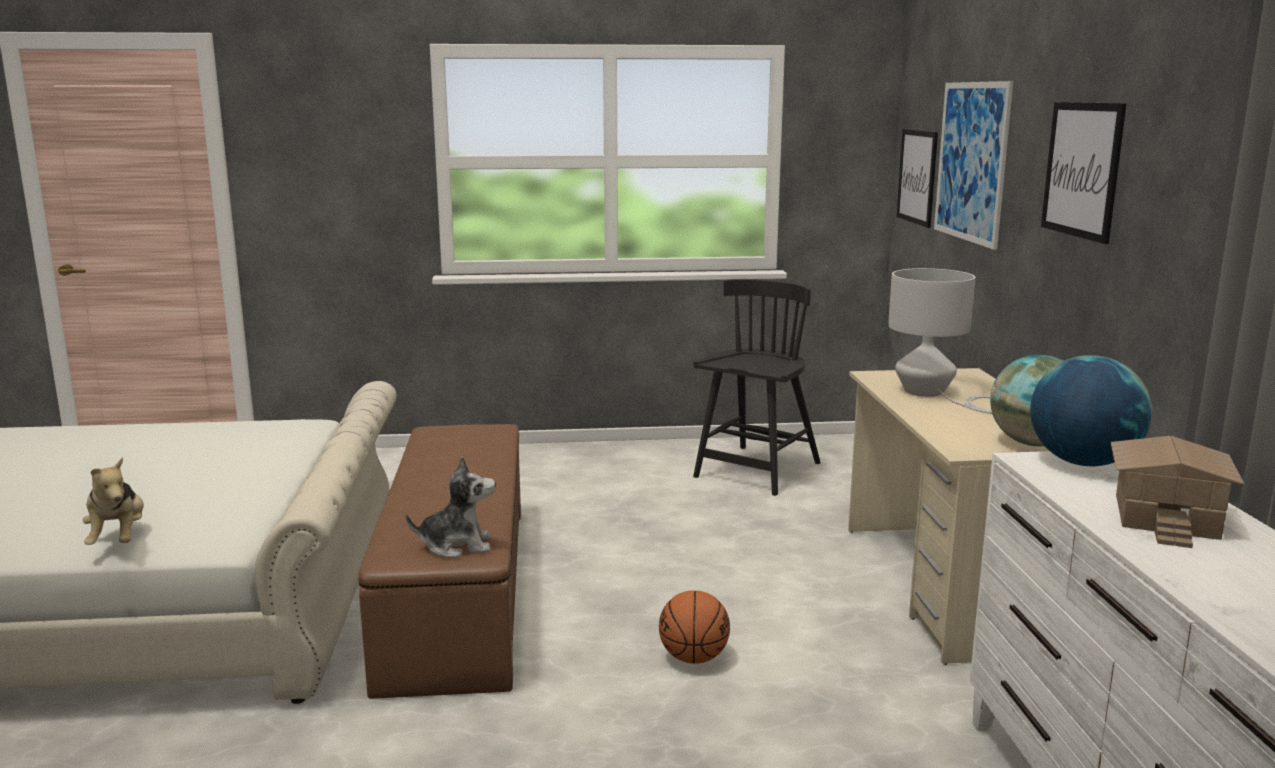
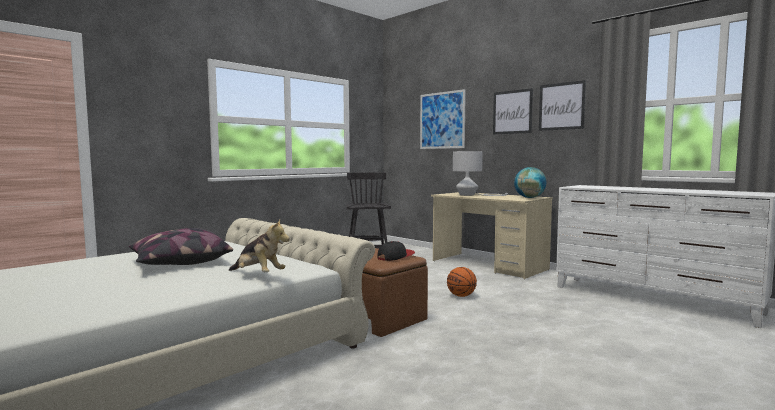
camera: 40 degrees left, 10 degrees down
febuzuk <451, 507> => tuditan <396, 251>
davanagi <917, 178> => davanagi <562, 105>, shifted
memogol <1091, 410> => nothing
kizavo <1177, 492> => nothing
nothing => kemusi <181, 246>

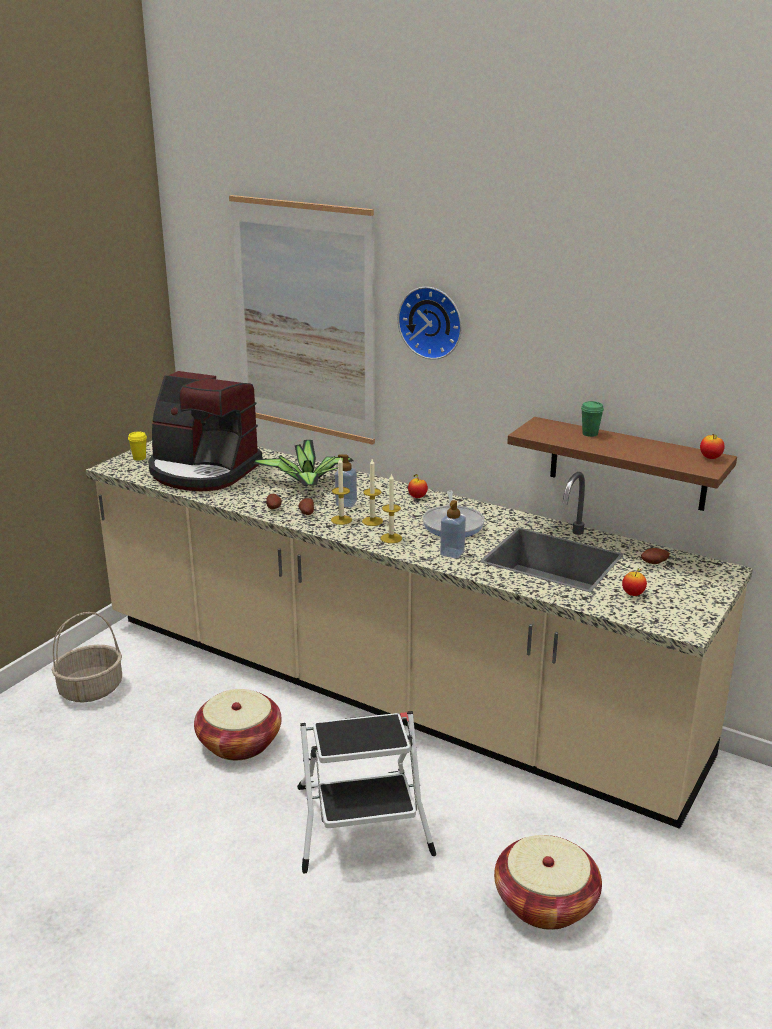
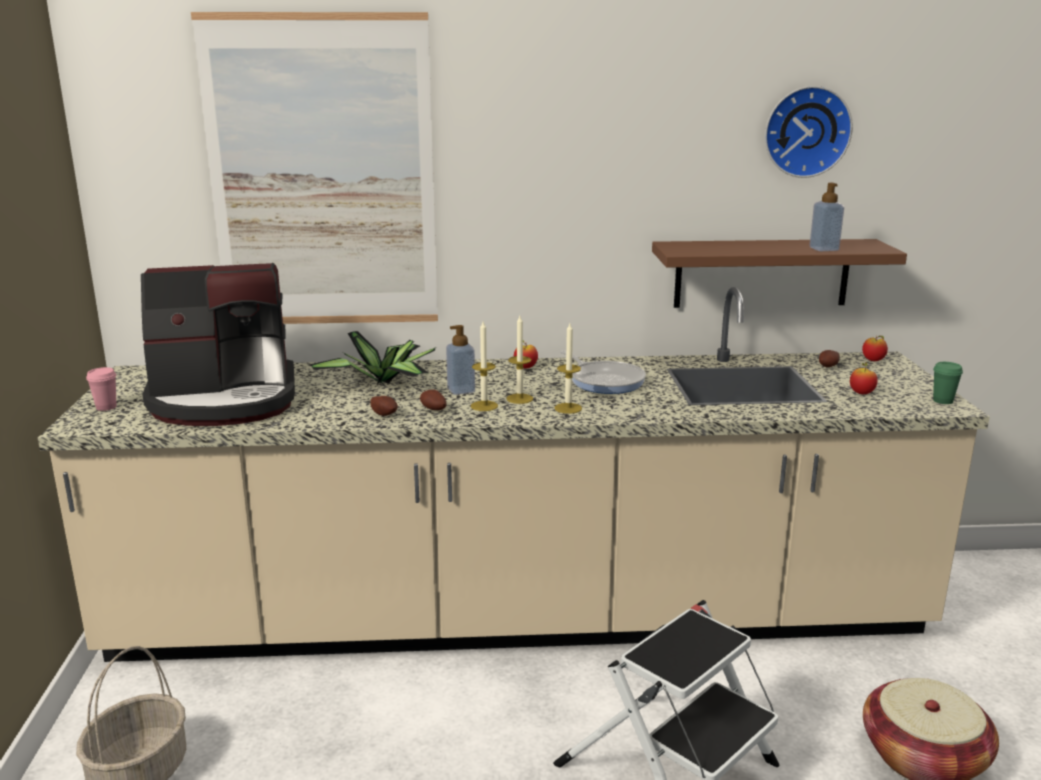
camera: 35 degrees left, 5 degrees down
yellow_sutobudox <137, 446> => pink_sutobudox <101, 389>
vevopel <238, 724> => nothing
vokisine <430, 323> => vokisine <809, 132>, shifted
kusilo <453, 529> => kusilo <826, 217>, shifted
green_sutobudox <592, 419> => green_sutobudox <948, 383>, shifted
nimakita <712, 446> => nimakita <875, 348>, shifted

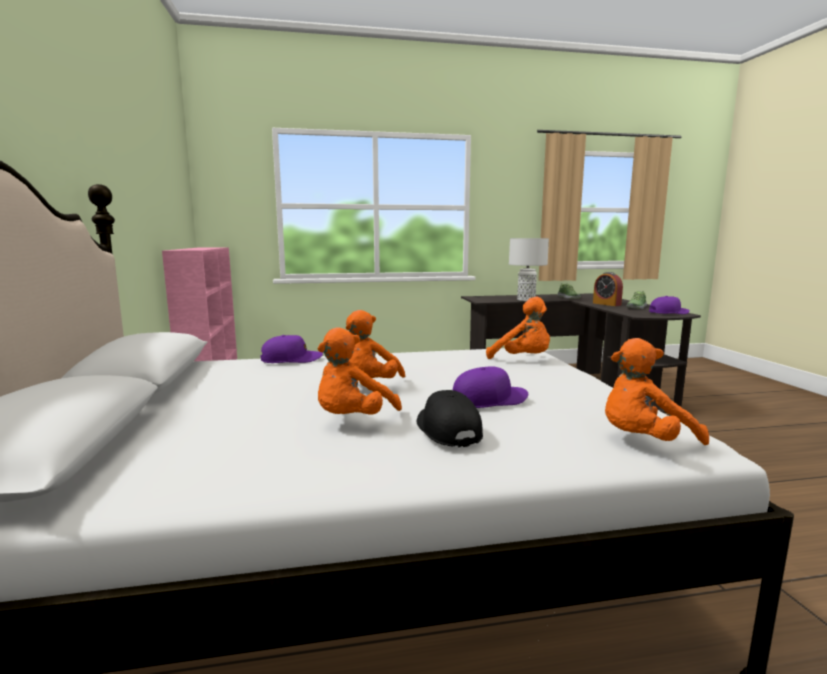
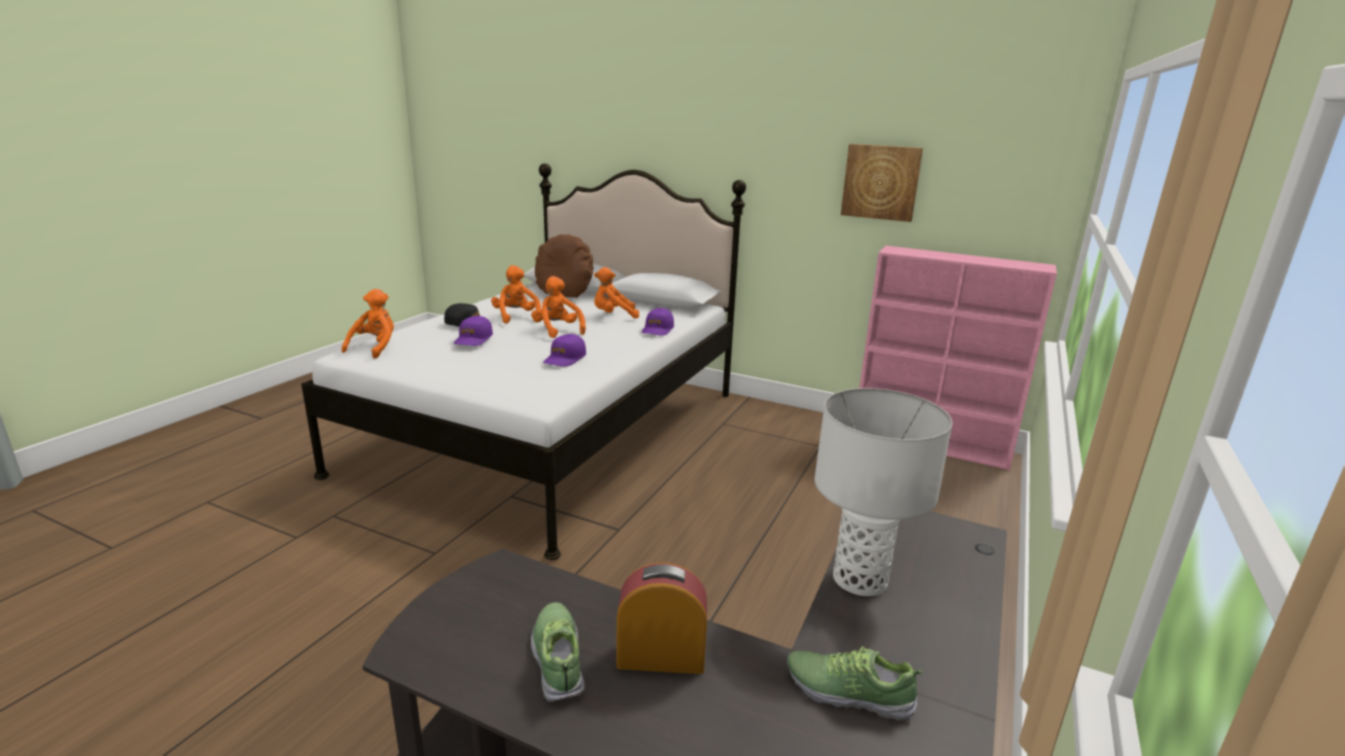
camera: 125 degrees right, 10 degrees up
orange_febuzuk <518, 328> => orange_febuzuk <616, 293>, shifted
purple_tuditan <669, 305> => purple_tuditan <564, 350>, shifted
nothing => brown_kemusi <564, 266>
nothing => davanagi <882, 183>

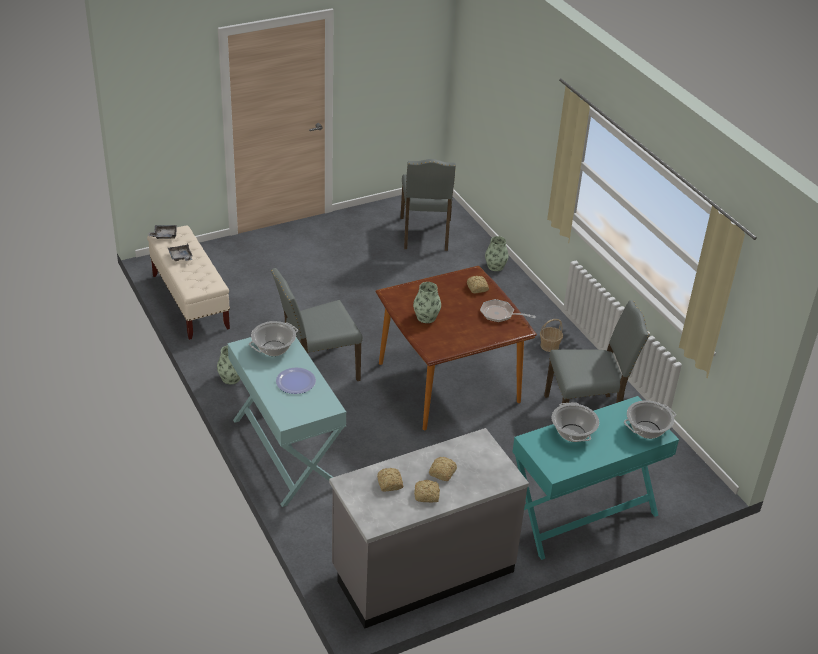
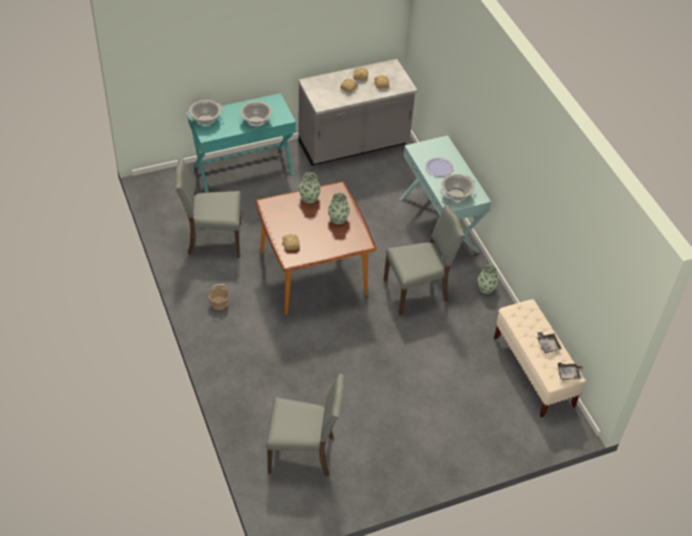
camera: 175 degrees left, 10 degrees up
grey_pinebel <428, 205> => grey_pinebel <305, 425>, 90 degrees clockwise
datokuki <508, 310> => nothing
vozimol <497, 253> => vozimol <310, 188>, shifted

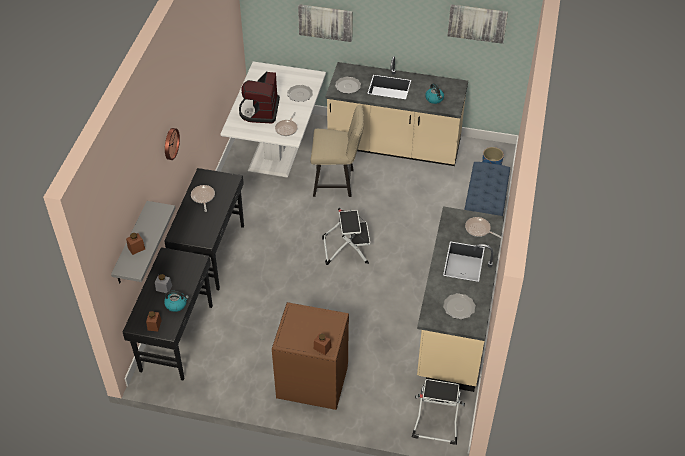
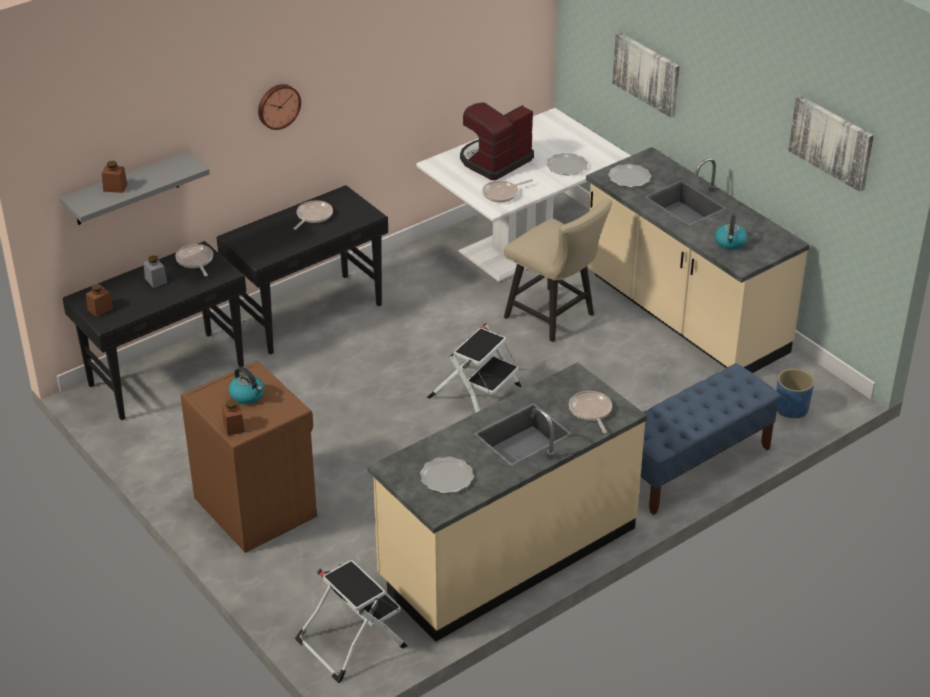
camera: 40 degrees right, 10 degrees down
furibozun <176, 301> => furibozun <246, 385>, shifted
nothing => datokuki <194, 260>

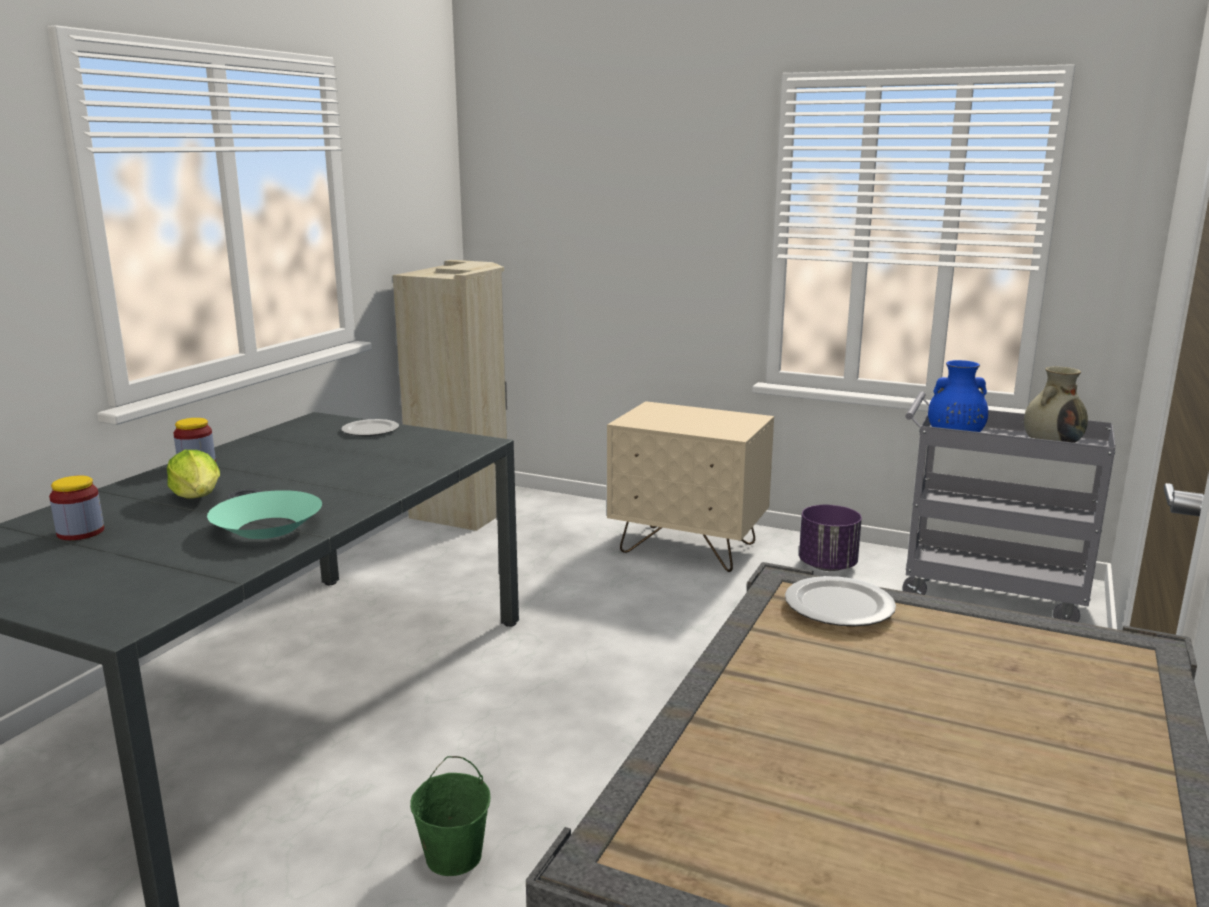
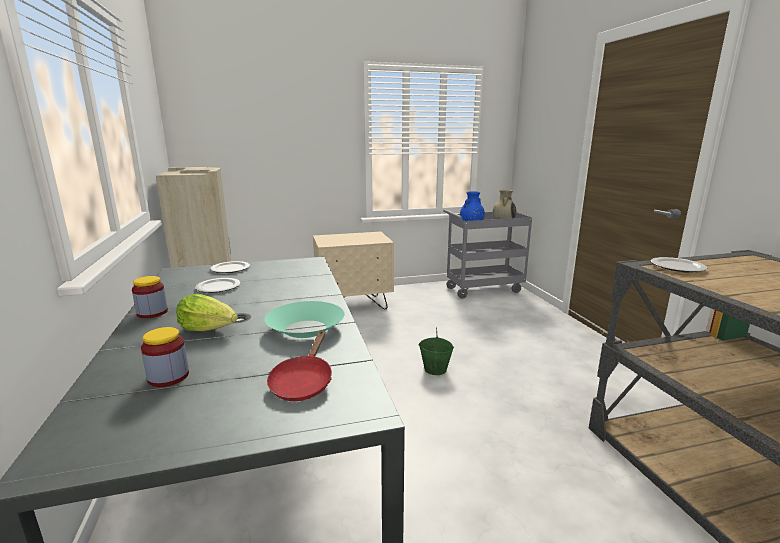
camera: 40 degrees left, 0 degrees up
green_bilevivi <450, 816> => green_bilevivi <436, 351>, shifted
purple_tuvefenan <830, 538> => nothing
nothing => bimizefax <217, 285>
nothing => red_datokuki <299, 366>

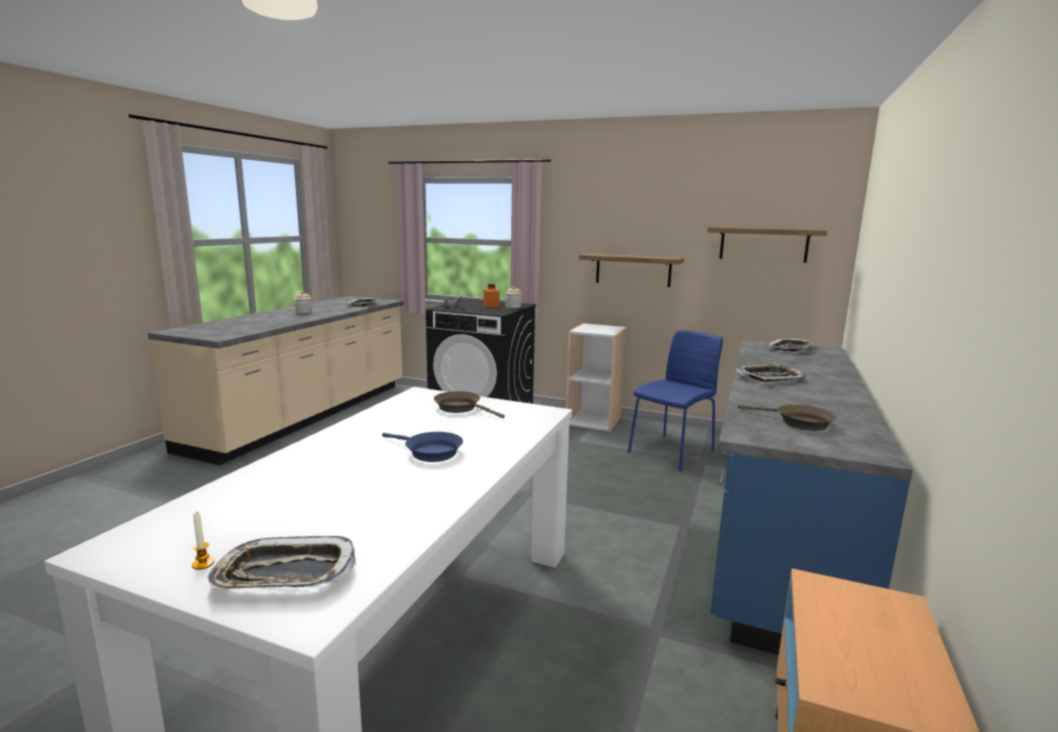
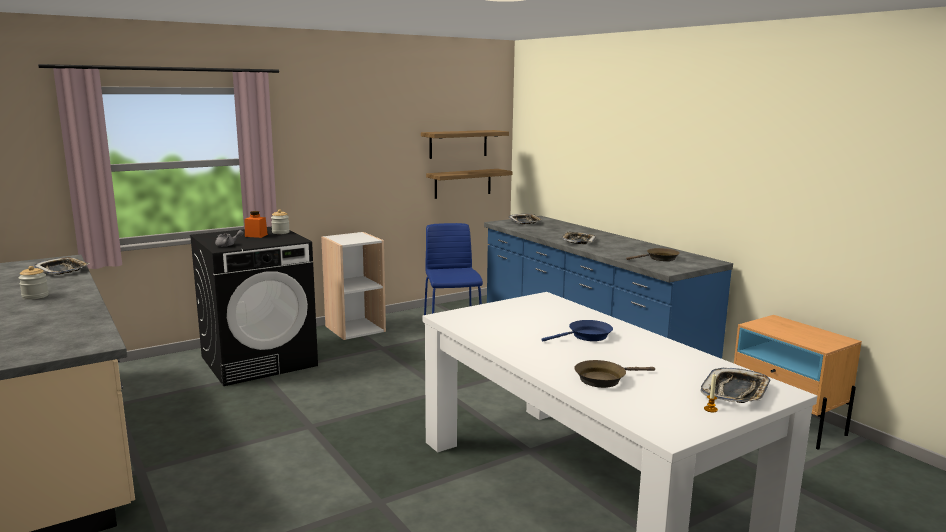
camera: 55 degrees left, 0 degrees up
brown_datokuki <469, 404> => brown_datokuki <614, 374>, shifted
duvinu <631, 270> => duvinu <469, 184>, shifted

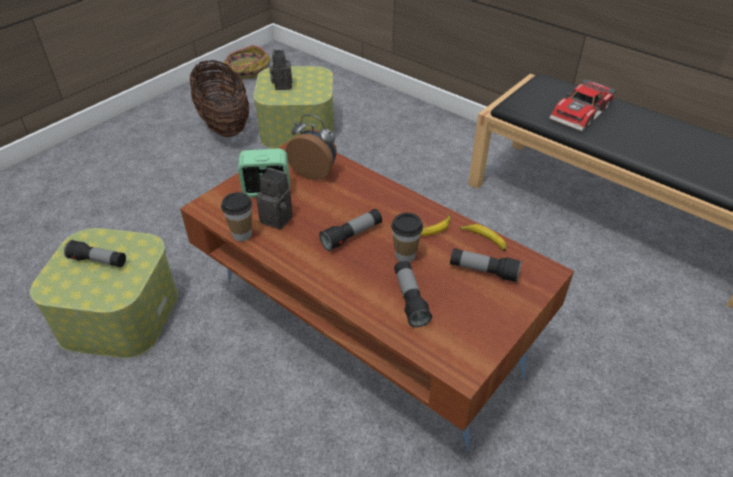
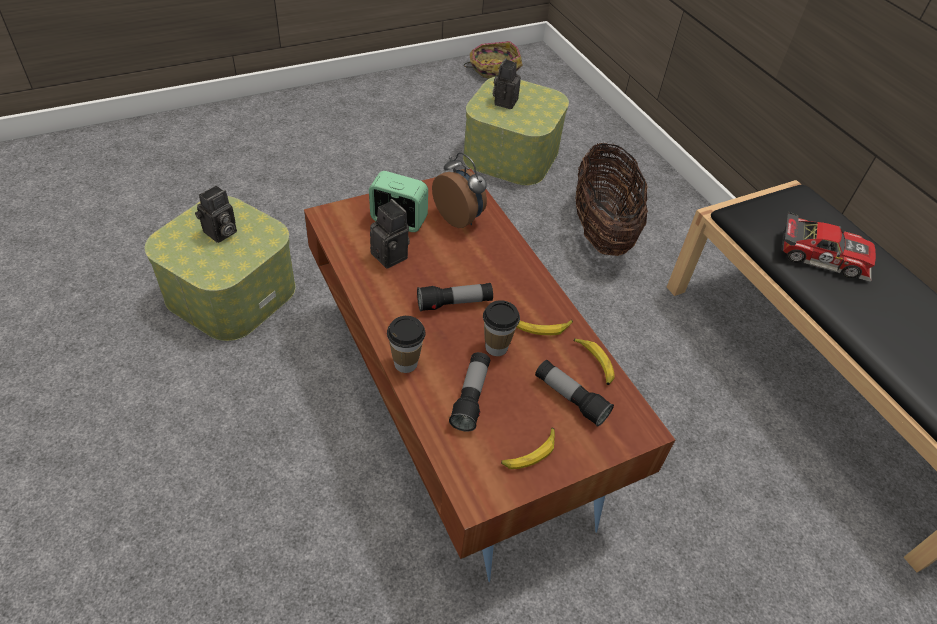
camera: 20 degrees right, 5 degrees up
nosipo <95, 253> => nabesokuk <216, 214>
vevopel <219, 98> => vevopel <612, 199>, shifted
sutobudox <236, 216> => sutobudox <406, 344>, shifted
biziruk <583, 105> => biziruk <828, 247>, 135 degrees counterclockwise
nothing => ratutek <528, 448>

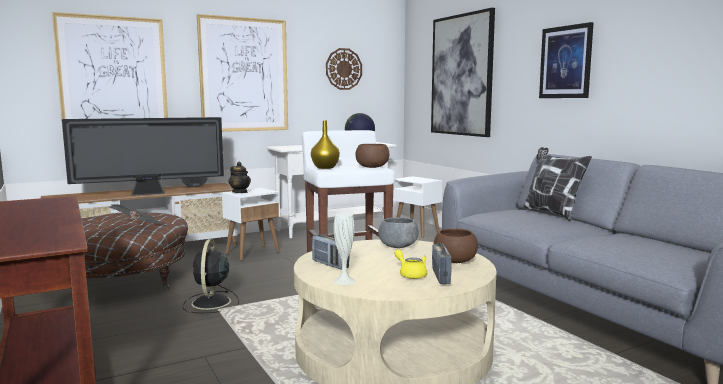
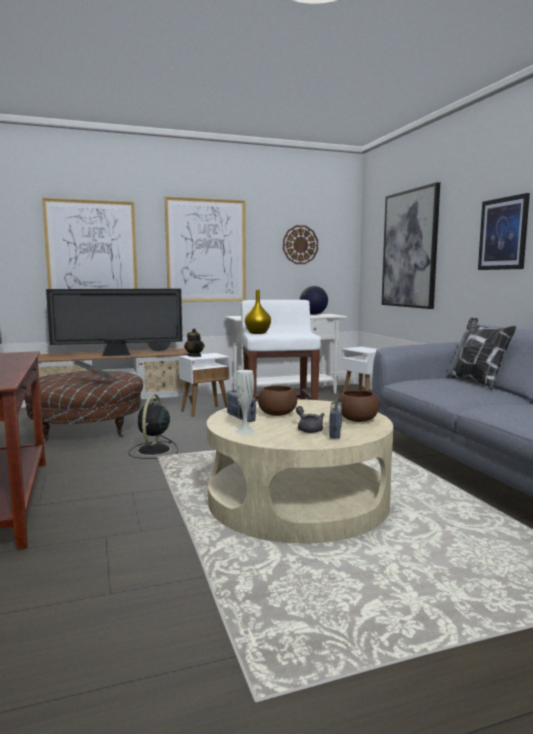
camera: 10 degrees right, 0 degrees up
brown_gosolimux <372, 156> => brown_gosolimux <277, 401>, shifted
grey_gosolimux <398, 232> => nothing
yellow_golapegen <410, 264> => grey_golapegen <310, 419>

